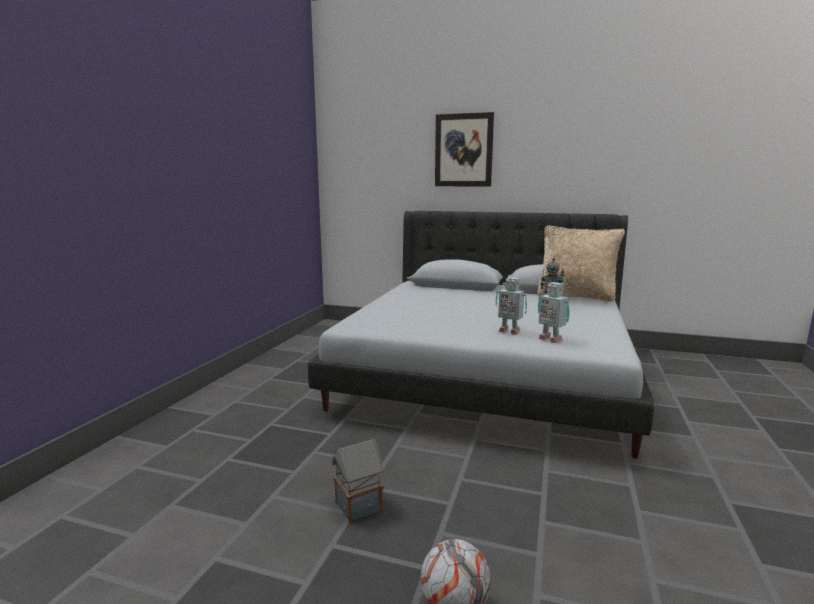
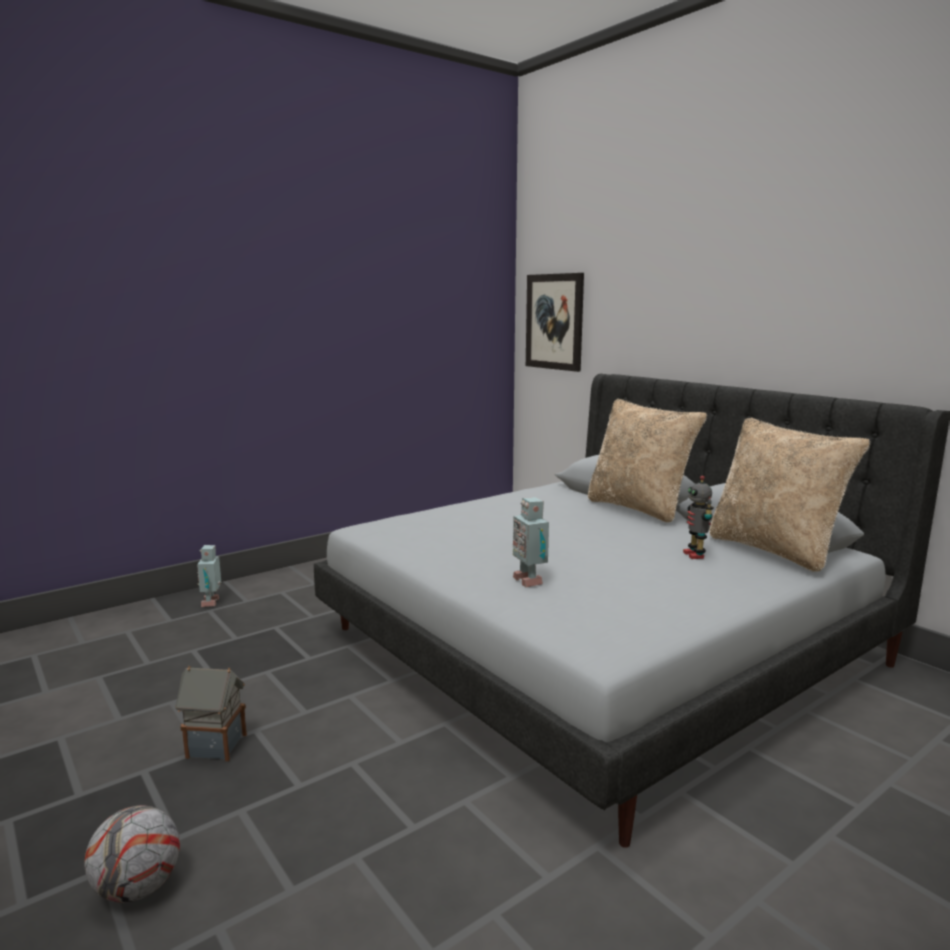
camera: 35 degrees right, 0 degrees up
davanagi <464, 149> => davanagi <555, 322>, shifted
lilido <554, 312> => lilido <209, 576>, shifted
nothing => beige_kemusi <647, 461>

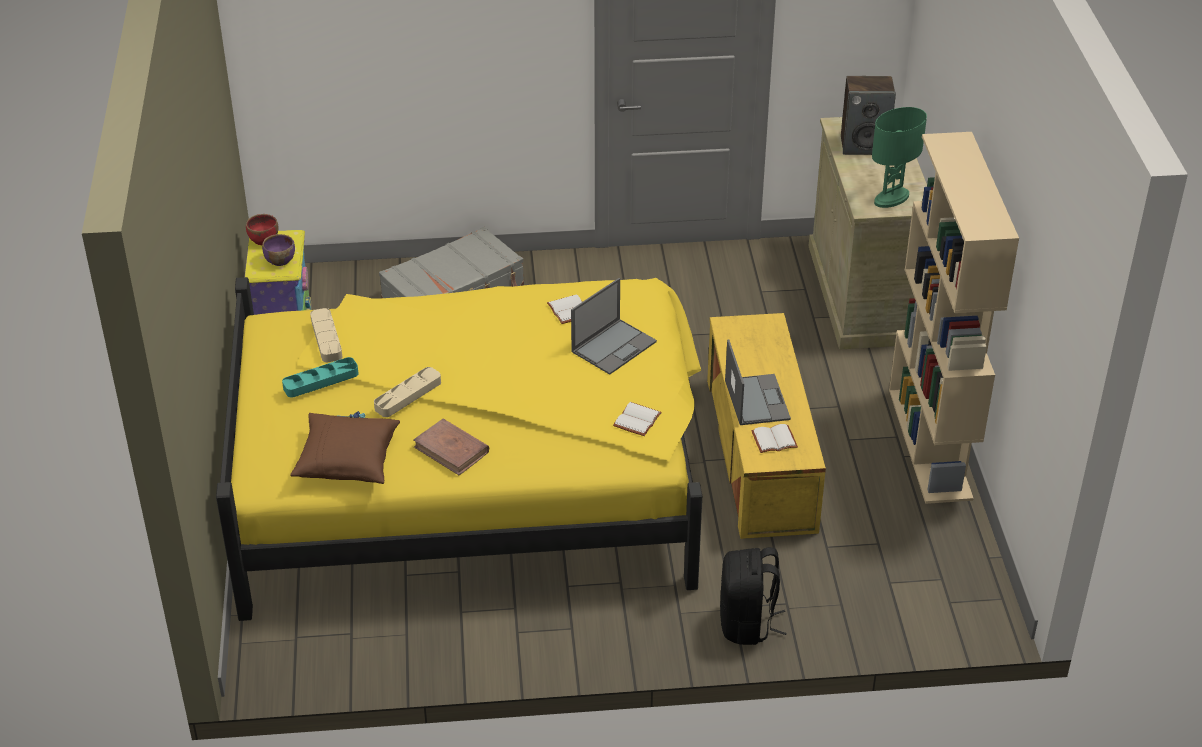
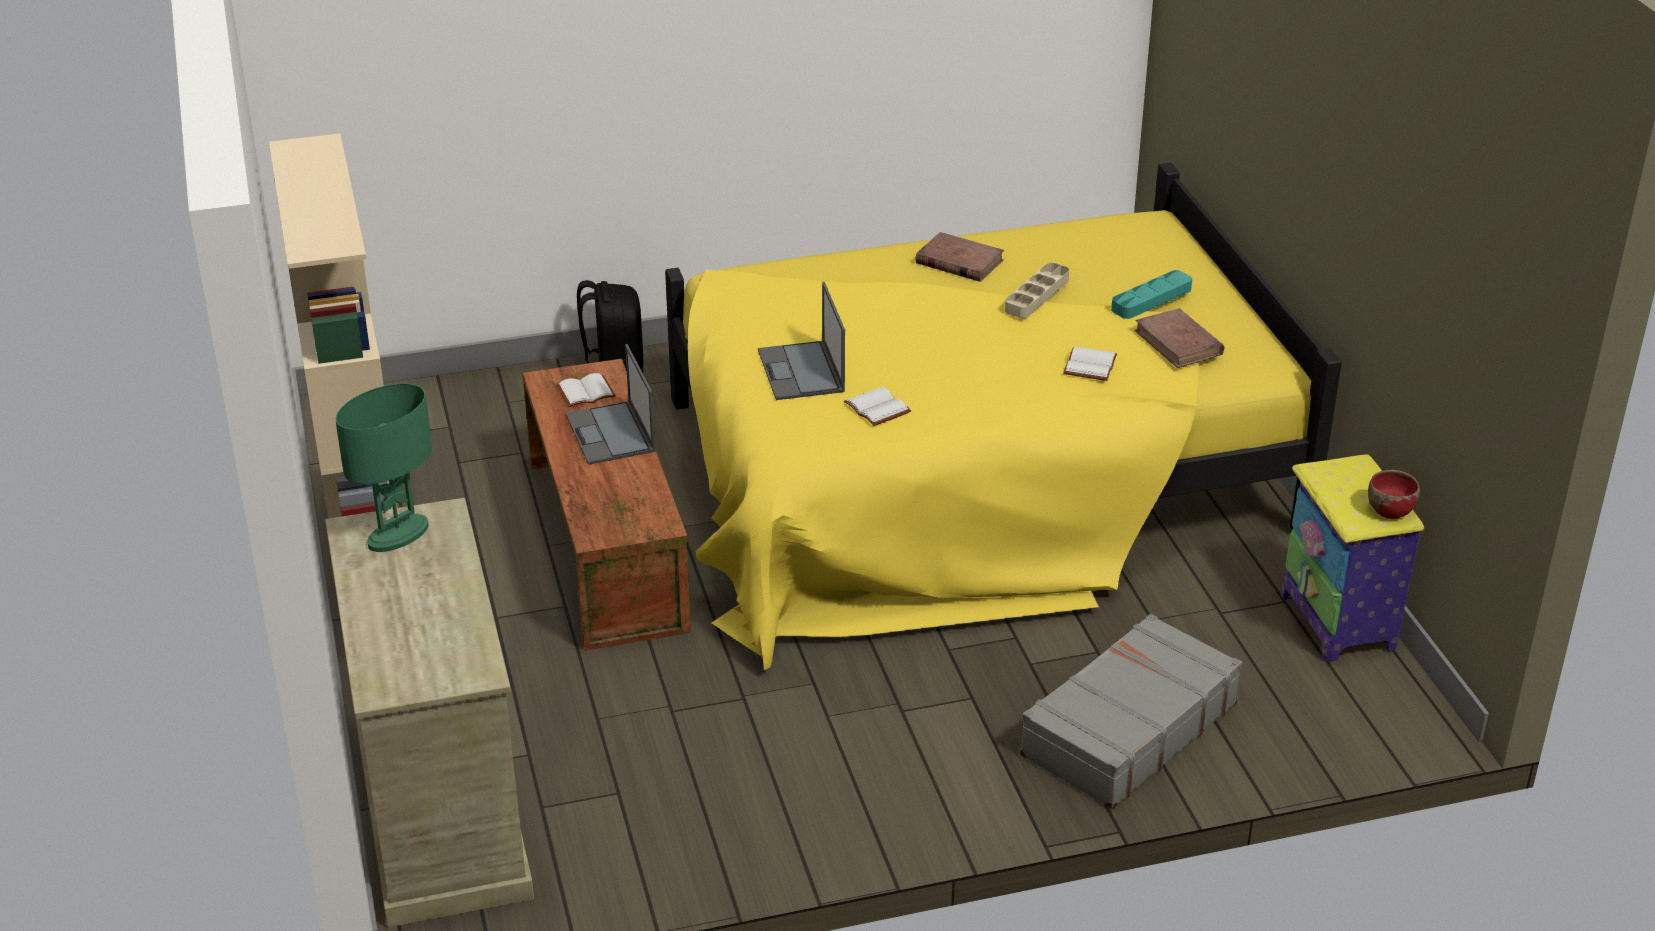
camera: 170 degrees right, 5 degrees down
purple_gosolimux <278, 250> => nothing
brown_kemusi <345, 447> => nothing
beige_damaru <326, 335> => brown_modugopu <1179, 338>
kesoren <614, 326> => kesoren <801, 341>, 45 degrees counterclockwise
white_modugopu <637, 419> => white_modugopu <1090, 363>, shifted
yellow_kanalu <766, 426> => brown_kanalu <606, 505>
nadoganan <868, 115> => nothing

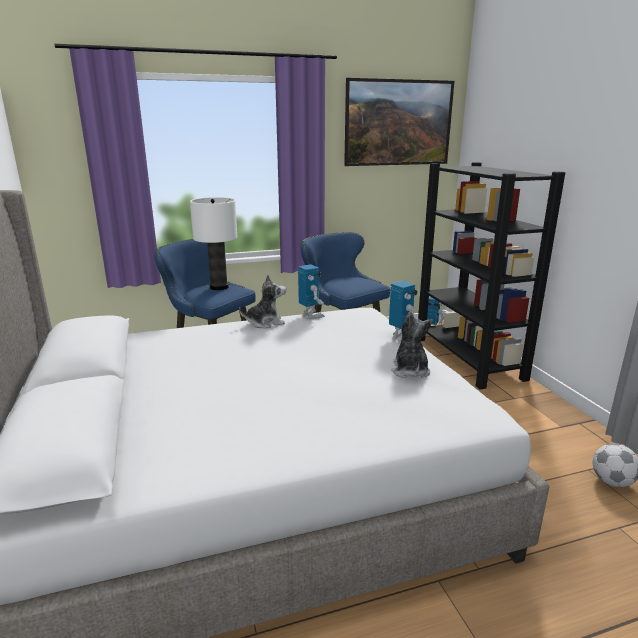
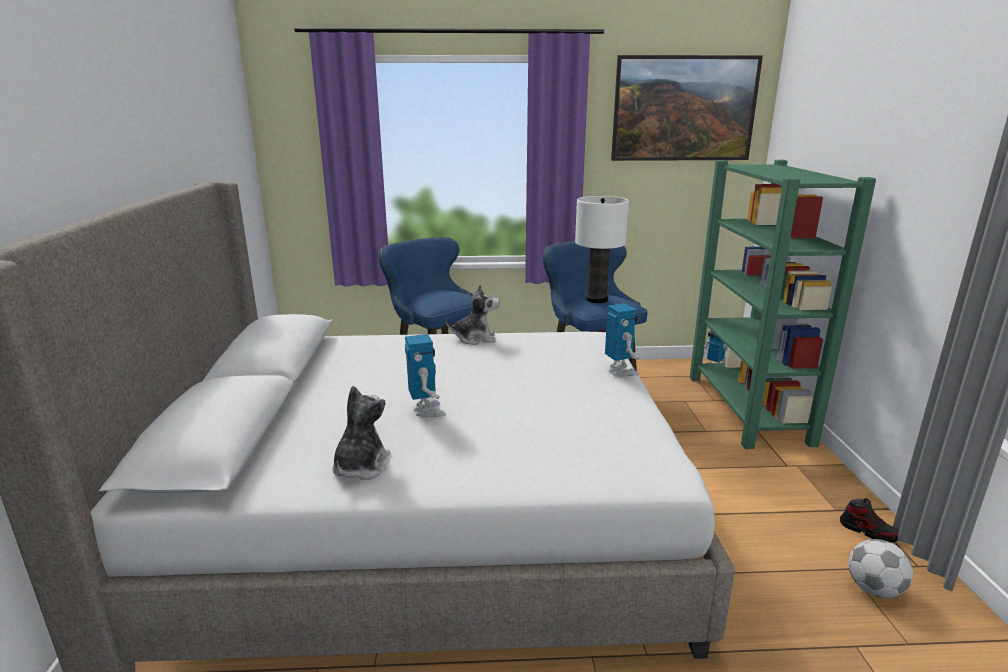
camera: 15 degrees right, 0 degrees up
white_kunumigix <213, 243> => white_kunumigix <602, 249>, shifted
lilido <311, 291> => lilido <425, 375>, shifted
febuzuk <412, 344> => febuzuk <361, 433>, shifted
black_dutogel <491, 276> => green_dutogel <783, 304>
nothing => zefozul <869, 520>

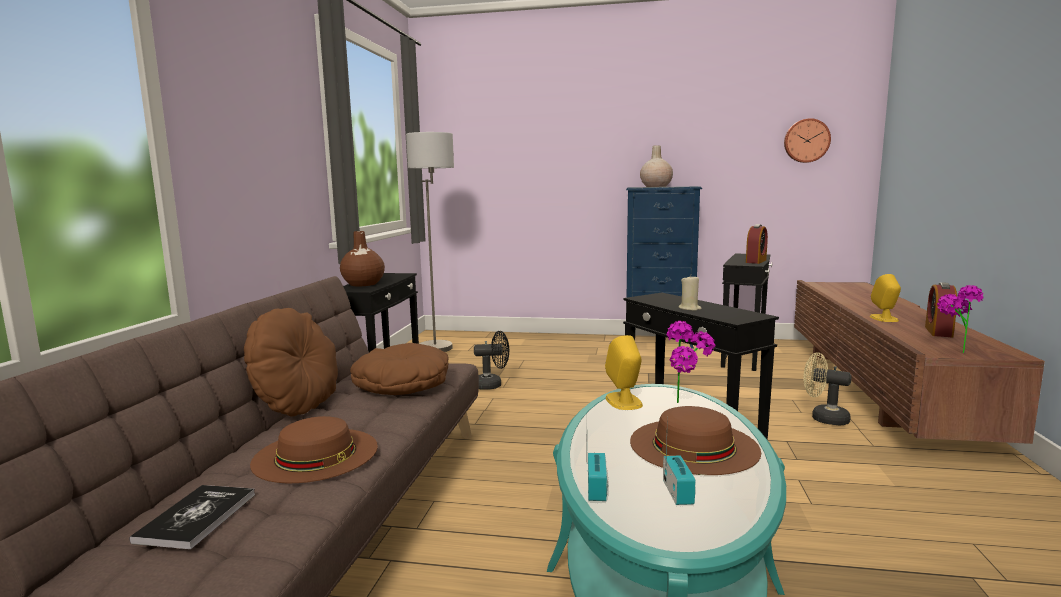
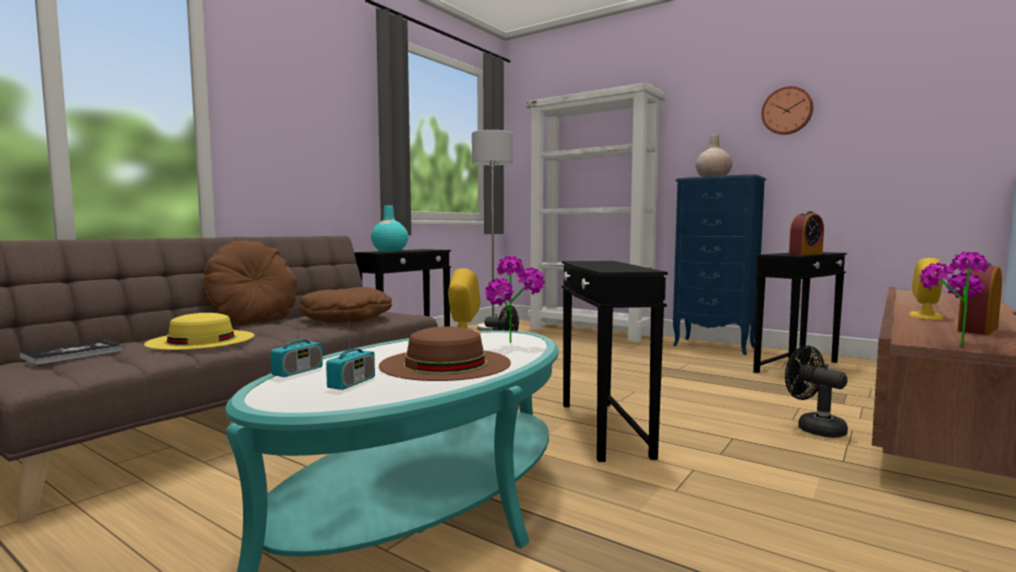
camera: 25 degrees right, 5 degrees down
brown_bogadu <314, 449> => yellow_bogadu <199, 331>
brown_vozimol <362, 258> => turquoise_vozimol <389, 228>
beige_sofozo <690, 293> => nothing
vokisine <807, 140> => vokisine <787, 110>, shifted
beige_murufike <828, 389> => black_murufike <816, 392>
nothing => white_dutogel <595, 212>

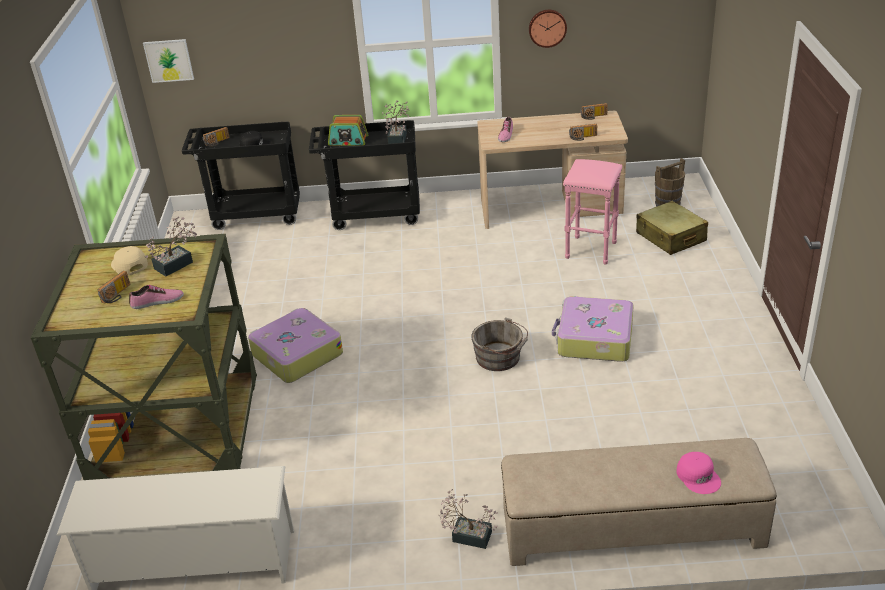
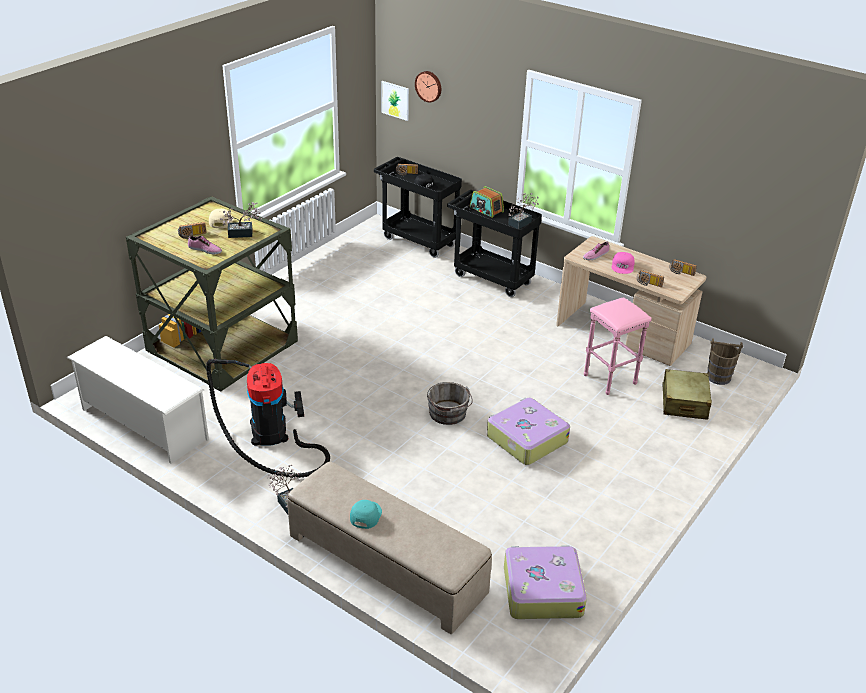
camera: 35 degrees right, 0 degrees up
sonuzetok <295, 345> => sonuzetok <545, 582>, shifted
vokisine <548, 29> => vokisine <428, 87>, shifted
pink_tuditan <698, 473> => pink_tuditan <623, 263>, shifted
nothing => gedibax <268, 418>
nothing => turquoise_tuditan <366, 514>

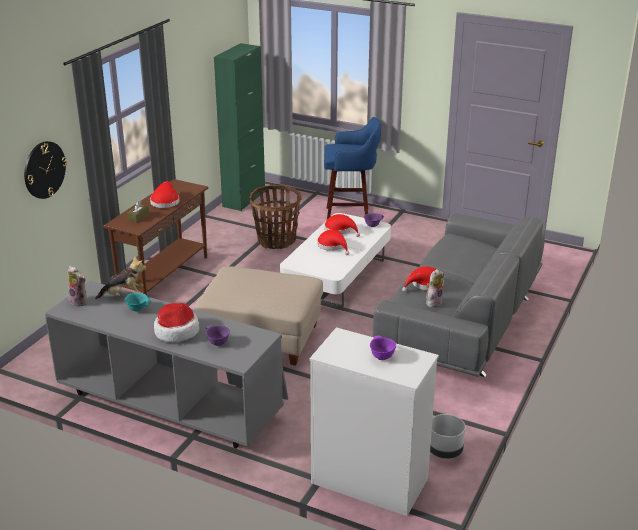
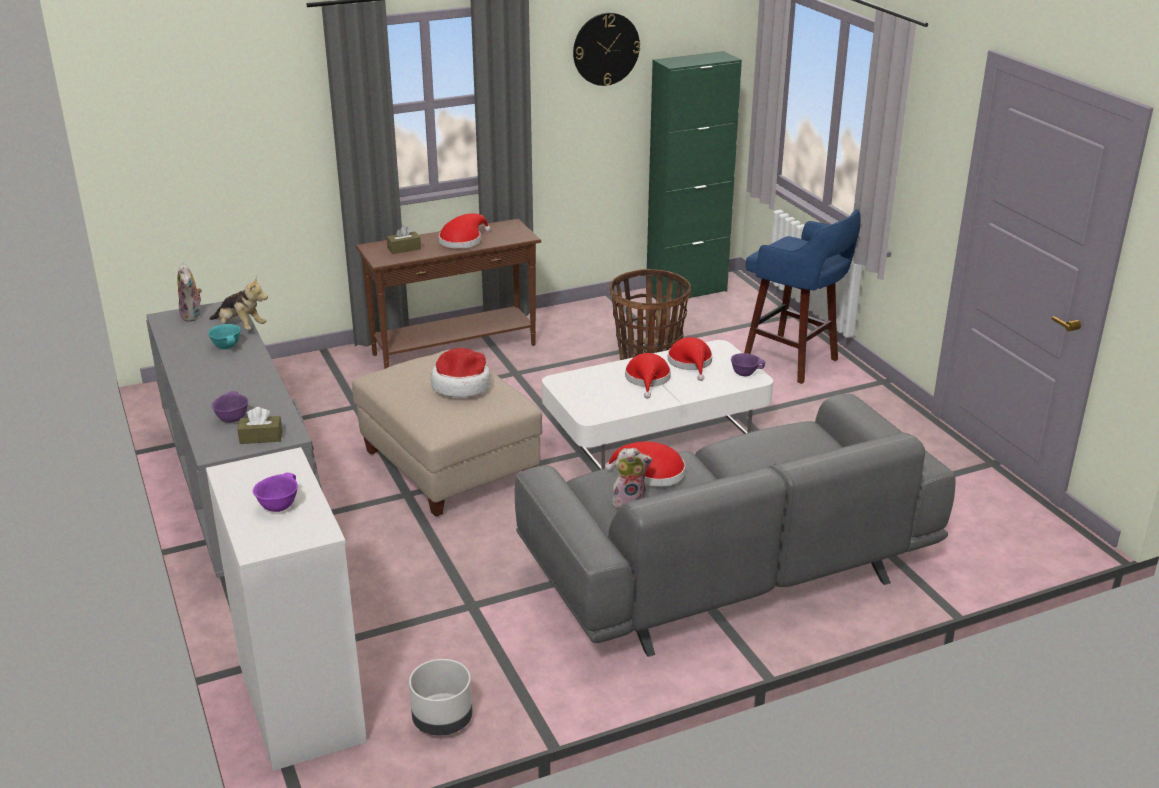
camera: 40 degrees right, 0 degrees up
vokisine <45, 170> => vokisine <606, 49>, shifted
bogadu <176, 322> => bogadu <460, 373>, shifted
nothing => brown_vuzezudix <259, 425>

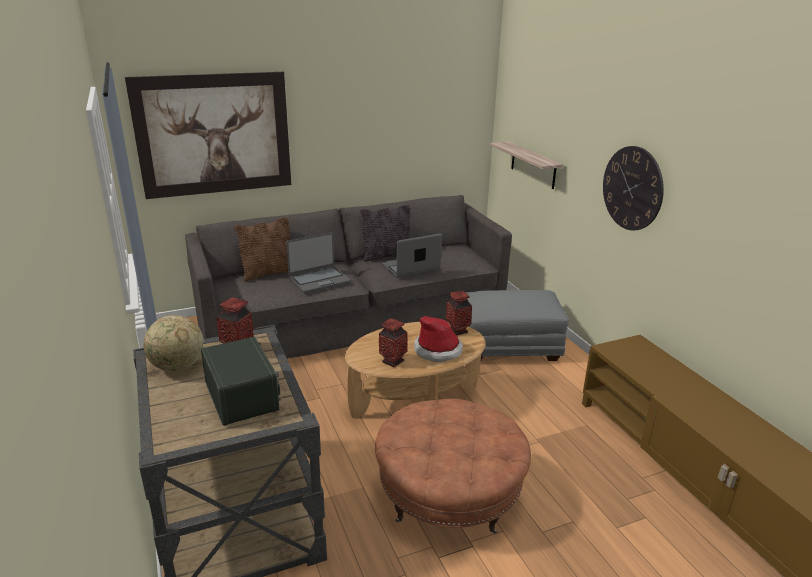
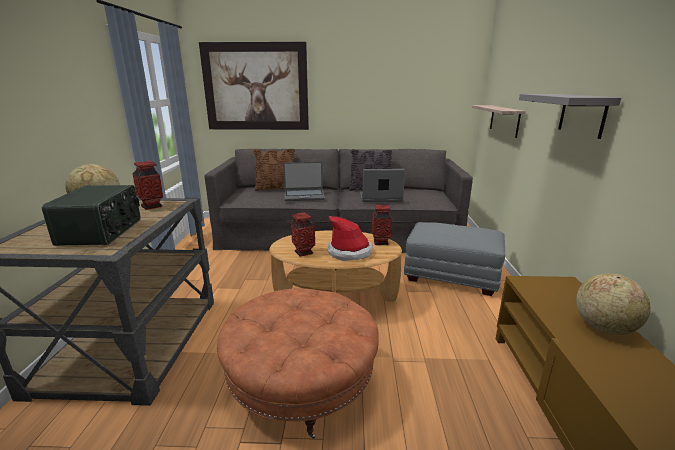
camera: 25 degrees right, 5 degrees down
vokisine <633, 188> => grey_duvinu <570, 116>
nothing => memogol <613, 304>

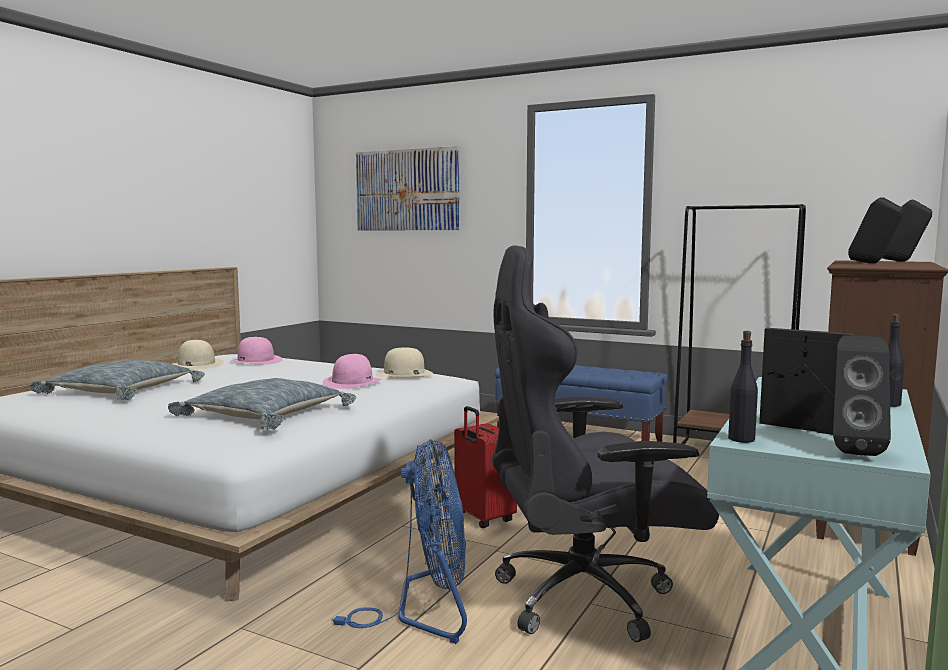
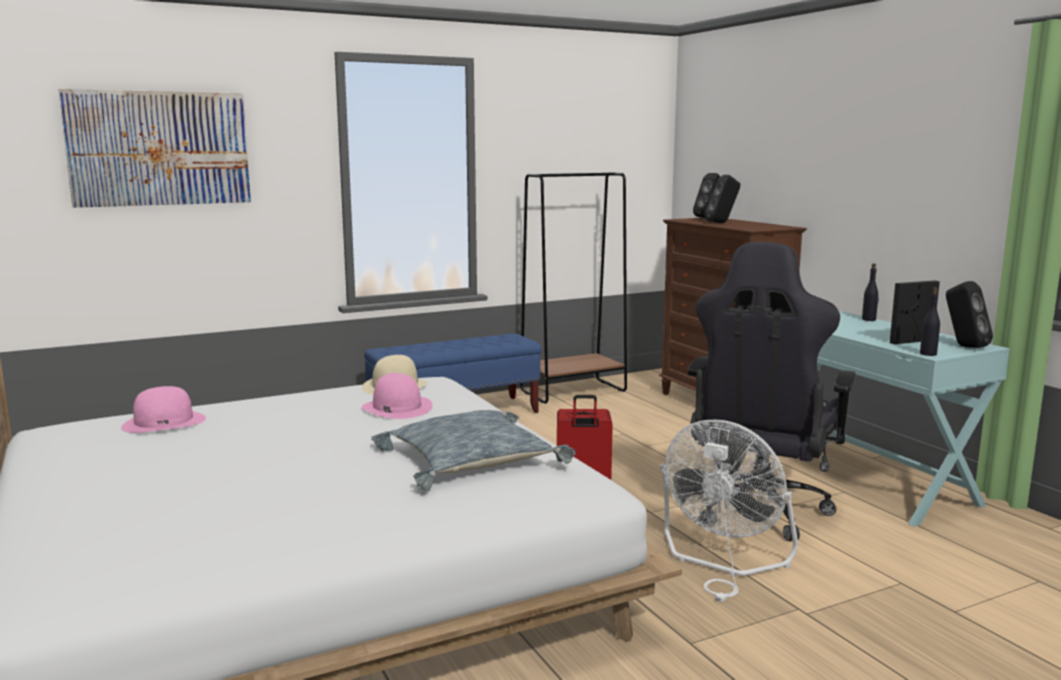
camera: 55 degrees left, 5 degrees up
kemusi <117, 380> => nothing
beige_bogadu <198, 354> => nothing
blue_murufike <399, 541> => white_murufike <729, 511>

